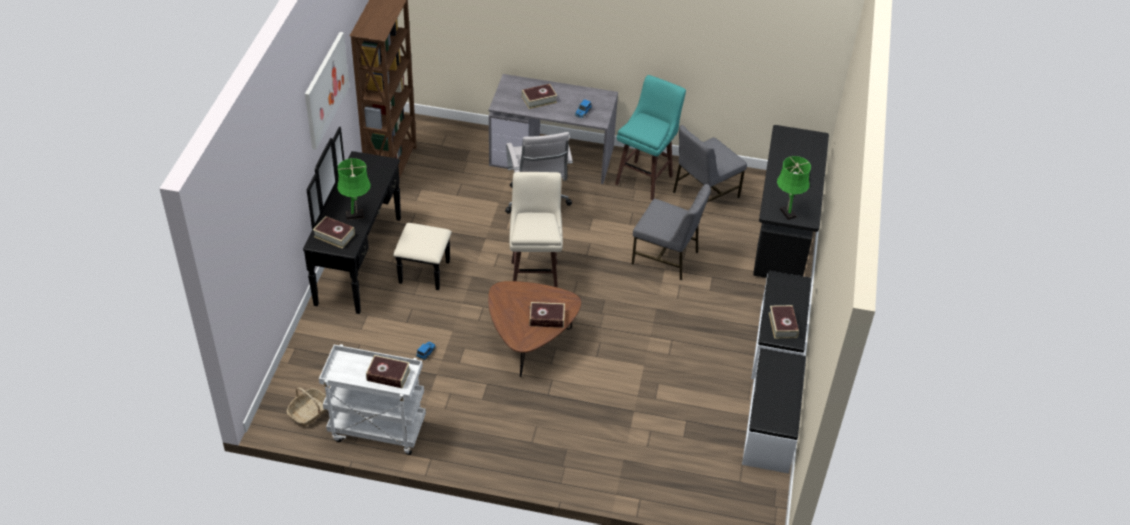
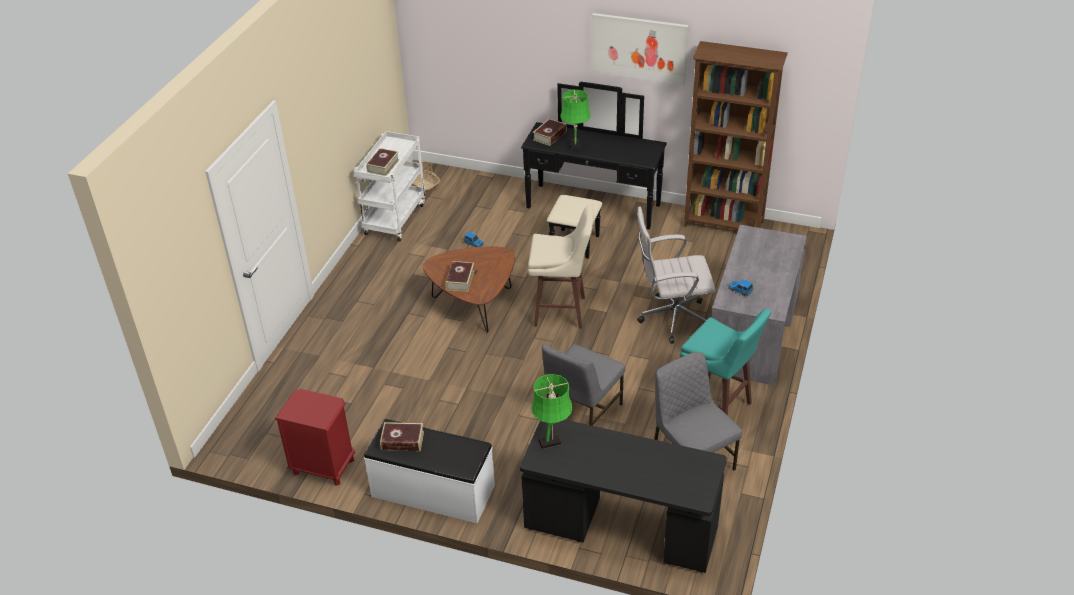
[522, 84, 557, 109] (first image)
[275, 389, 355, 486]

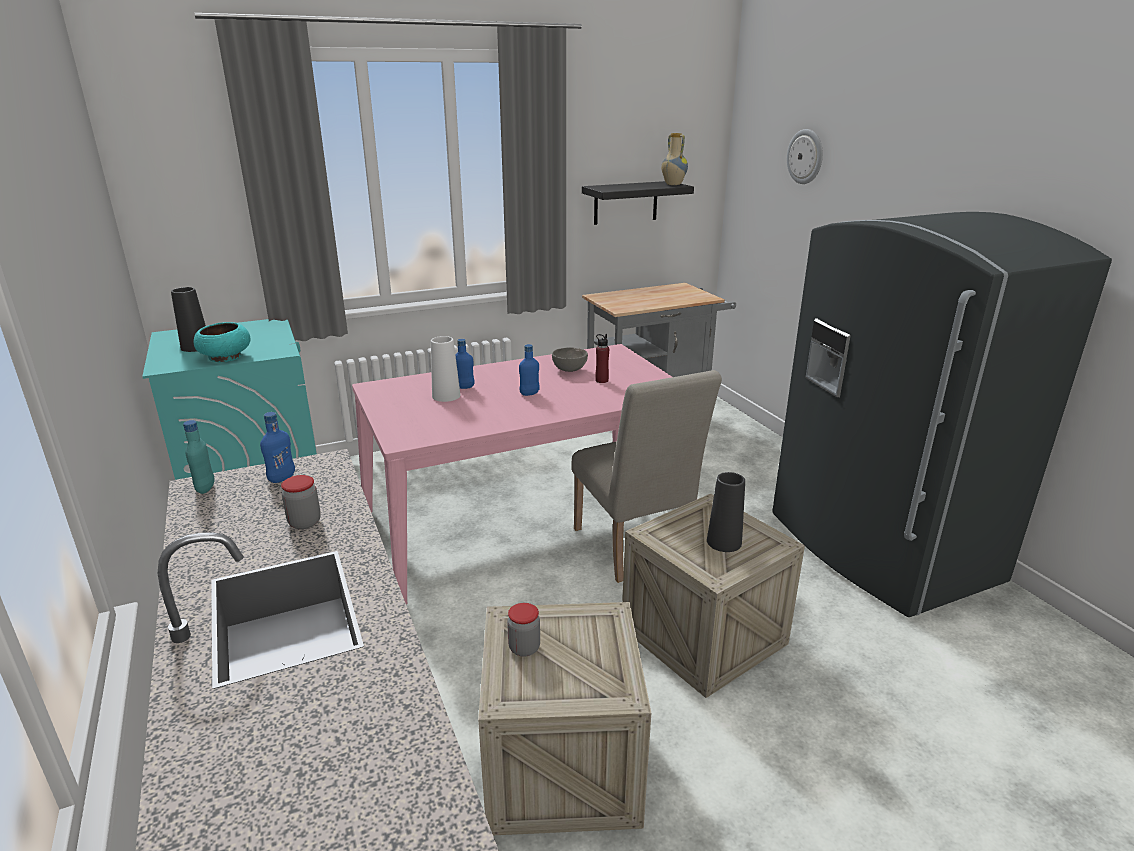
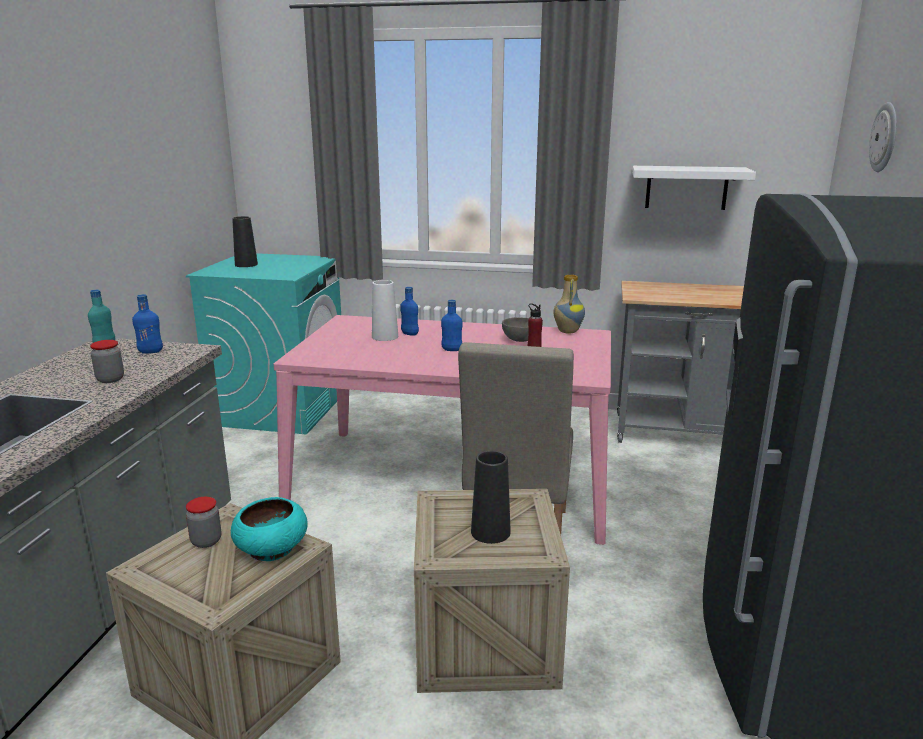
[553, 275, 585, 334]
[632, 166, 756, 210]
[231, 497, 308, 561]

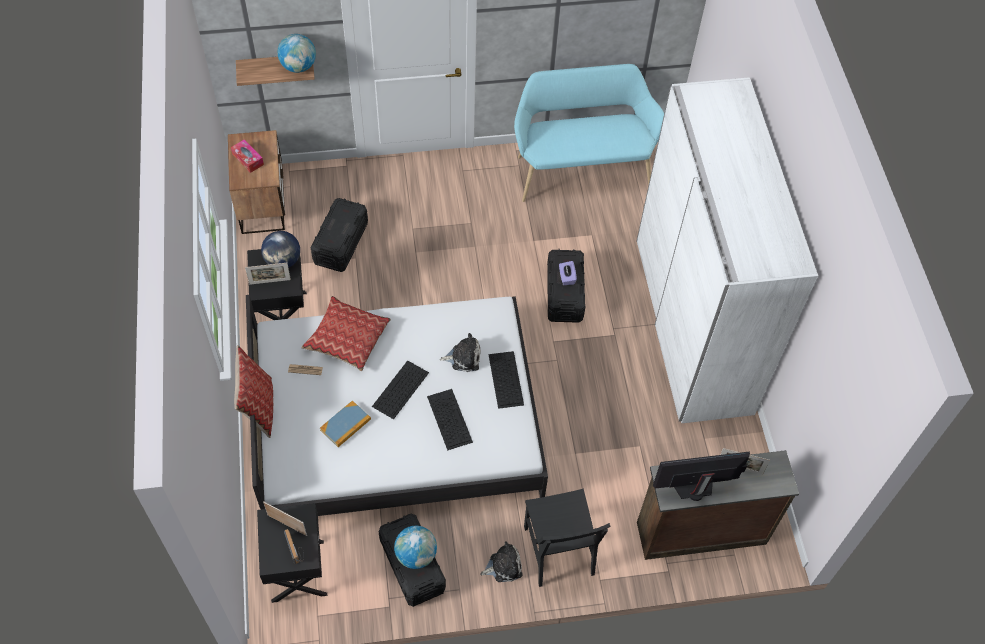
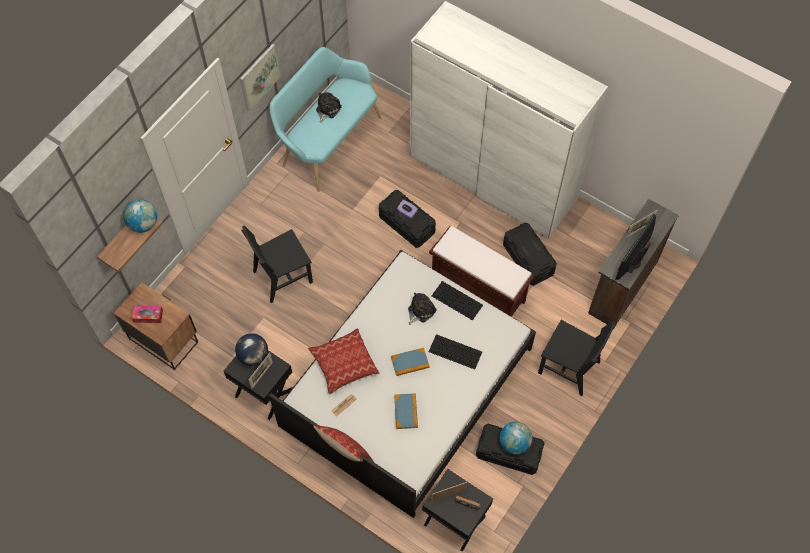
[503, 223, 557, 285]
[391, 348, 430, 376]
[316, 92, 342, 123]
[240, 44, 280, 111]
[241, 226, 313, 303]
[429, 226, 534, 317]

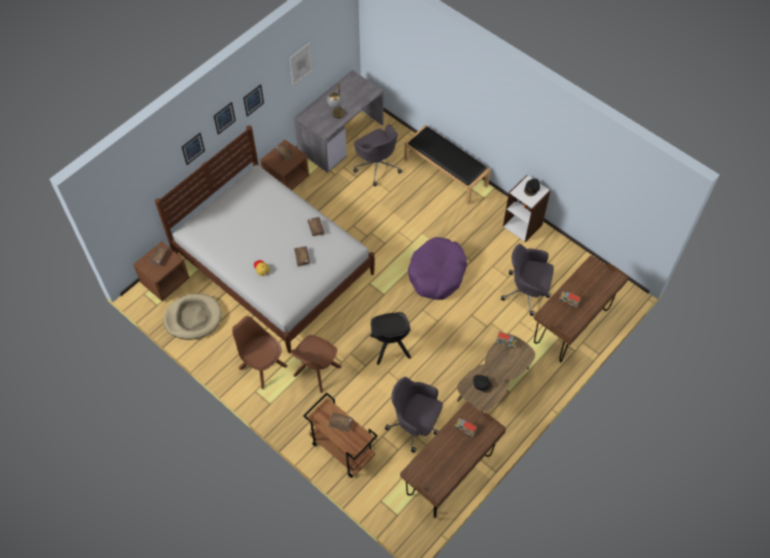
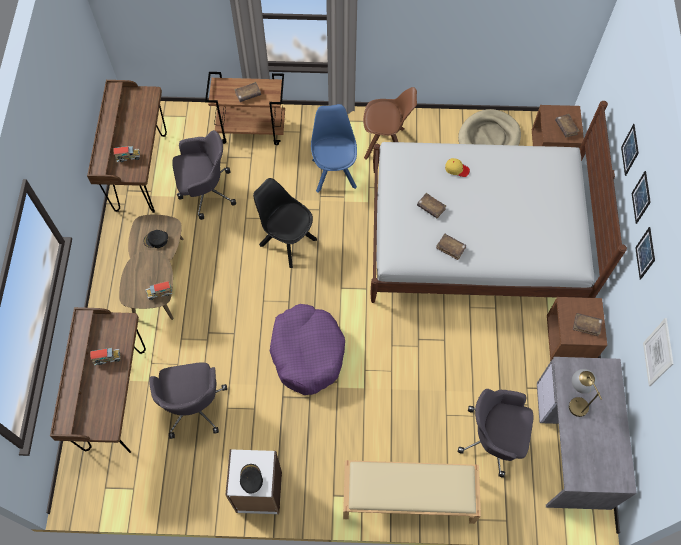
[343, 460, 481, 524]
[149, 362, 227, 439]
[311, 104, 357, 193]

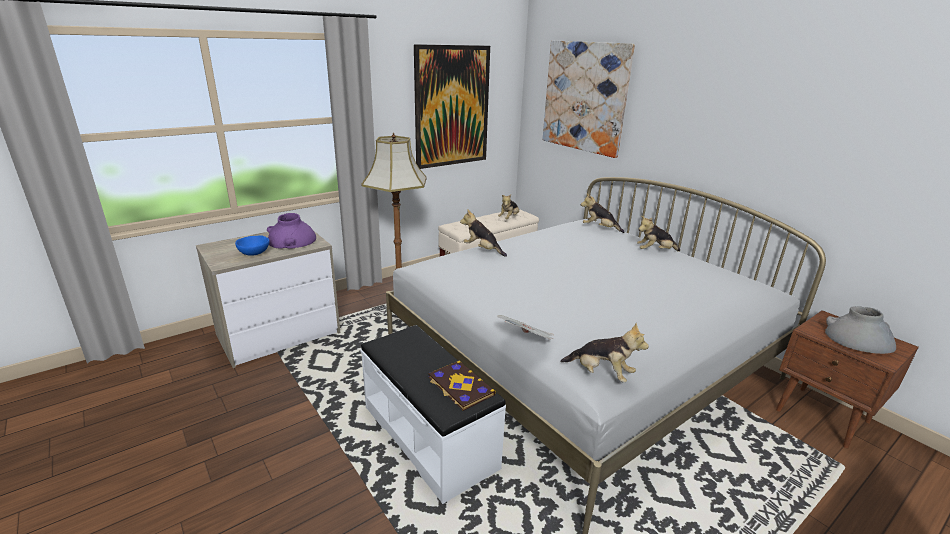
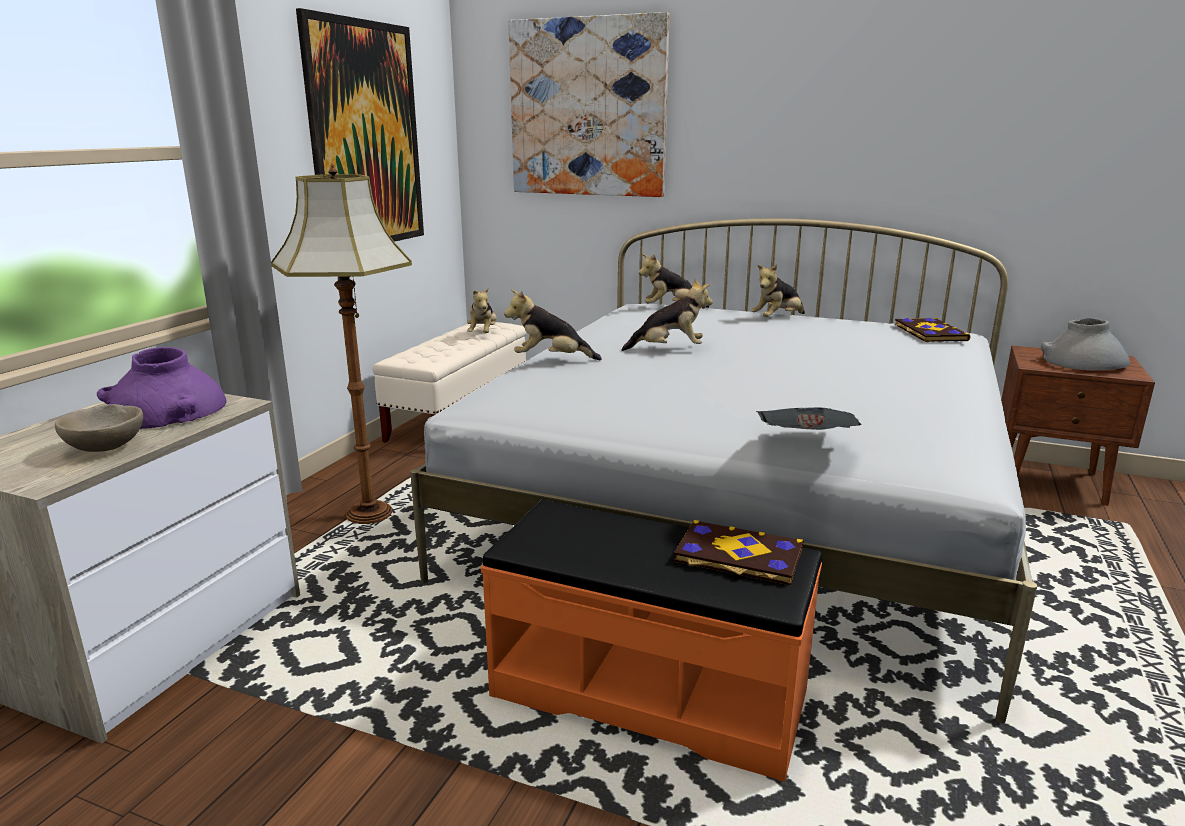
[55, 404, 143, 452]
[621, 279, 713, 351]
[481, 499, 822, 782]
[895, 318, 971, 342]

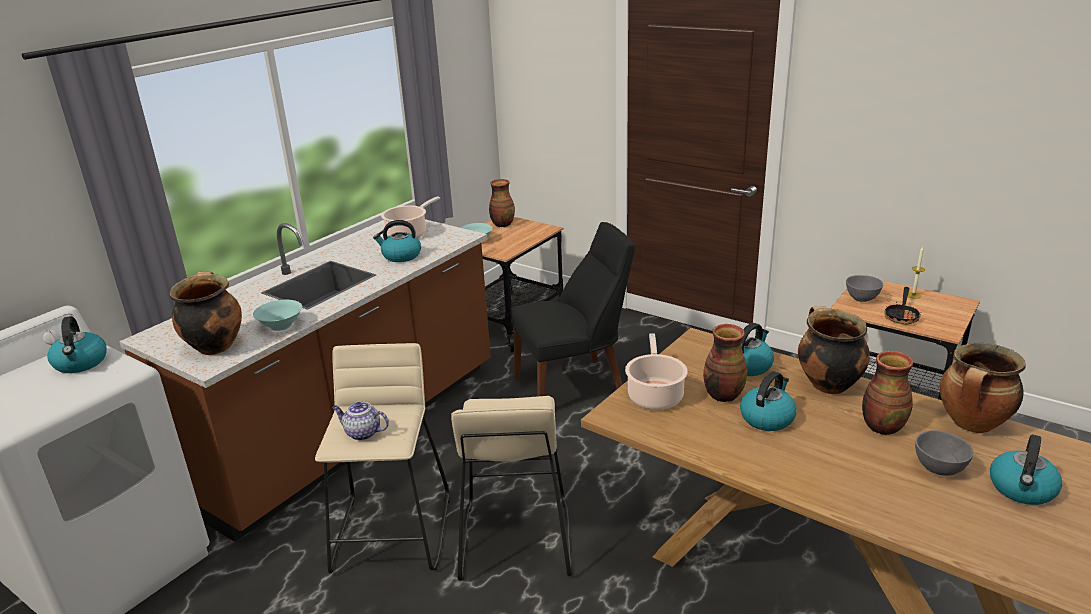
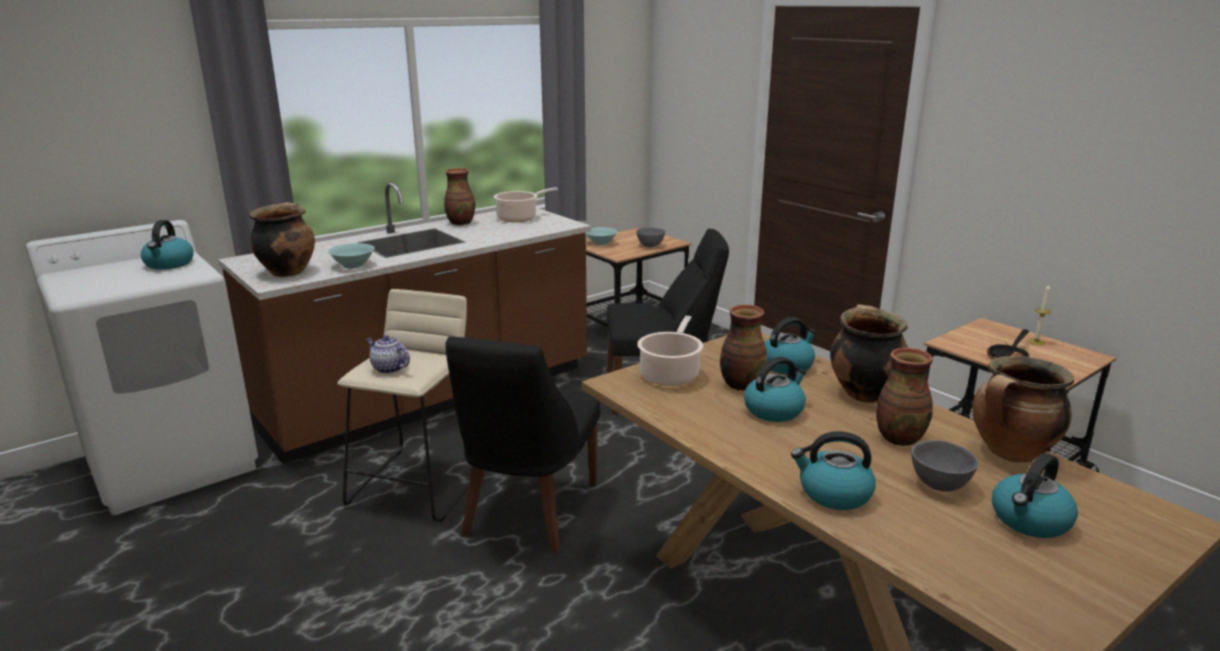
[444, 168, 475, 225]
[791, 431, 876, 510]
[636, 227, 665, 247]
[446, 337, 600, 552]

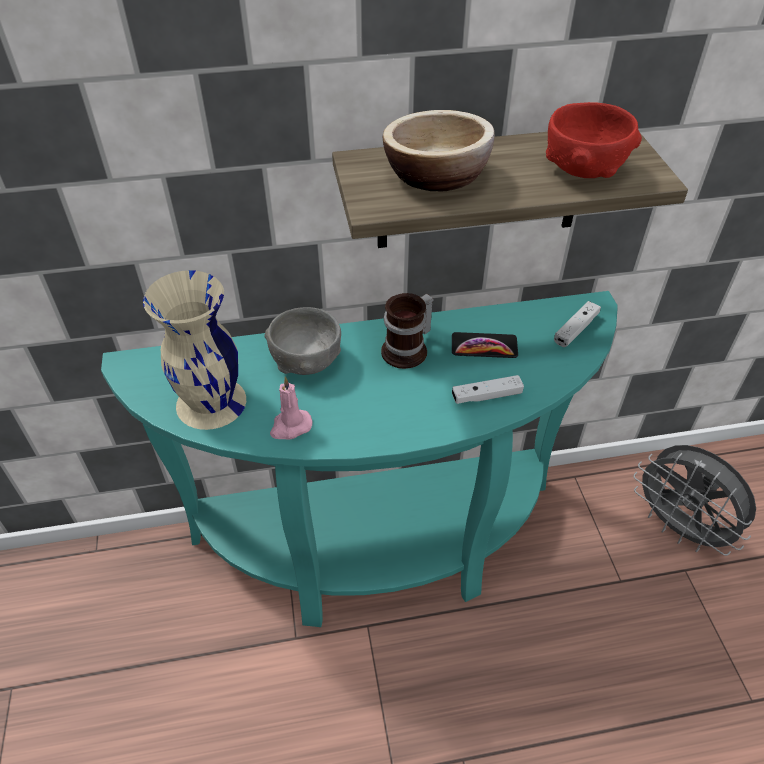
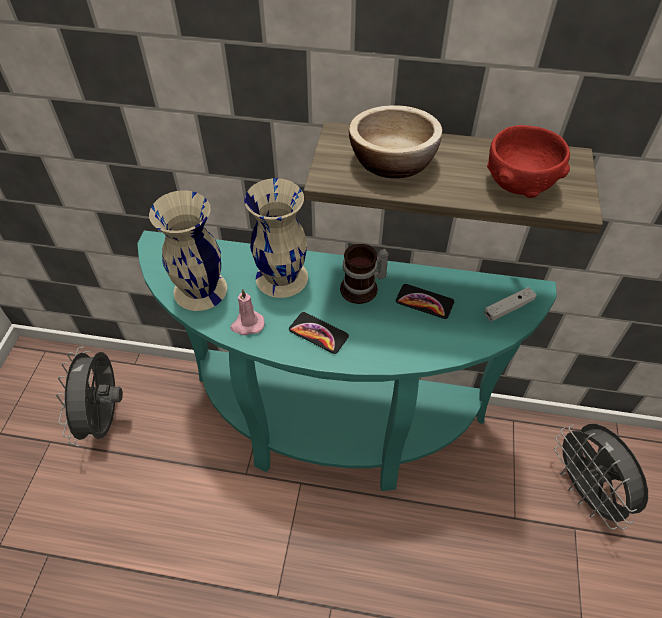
[244, 178, 308, 298]
[452, 375, 524, 404] (first image)
[289, 312, 349, 354]
[56, 347, 123, 446]

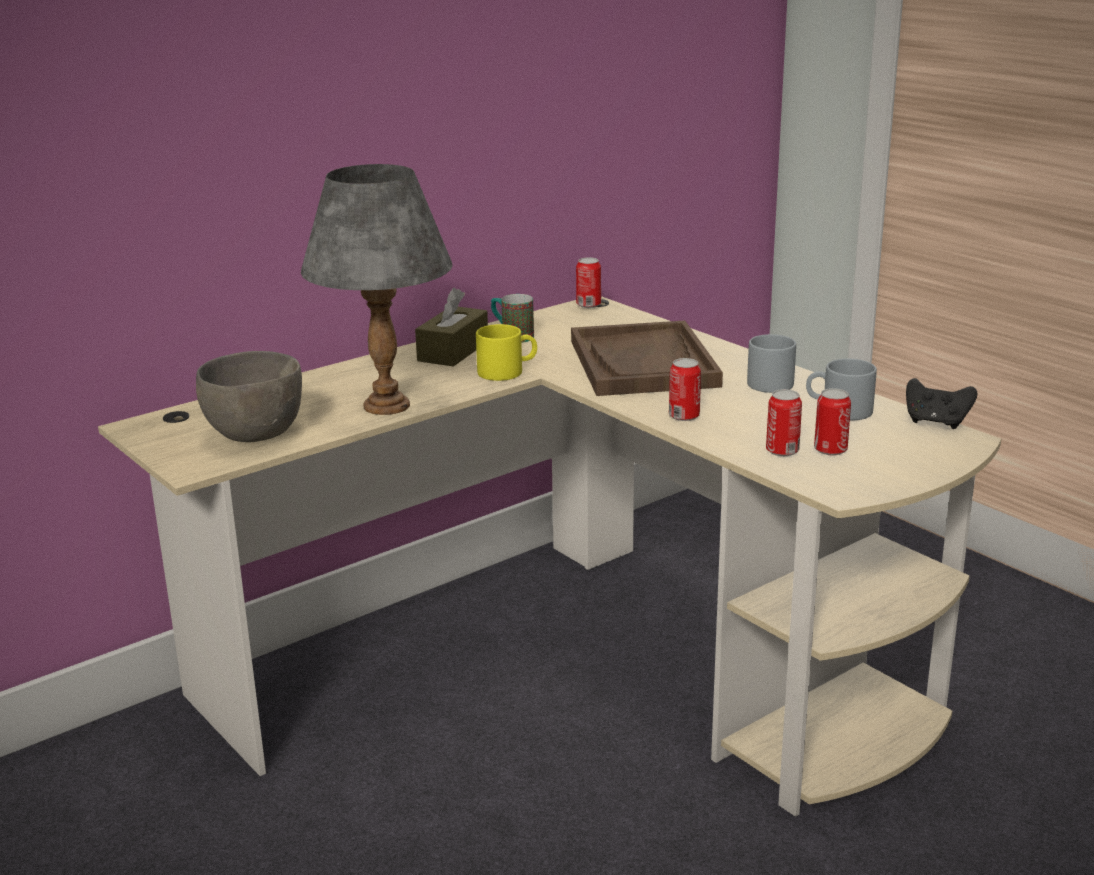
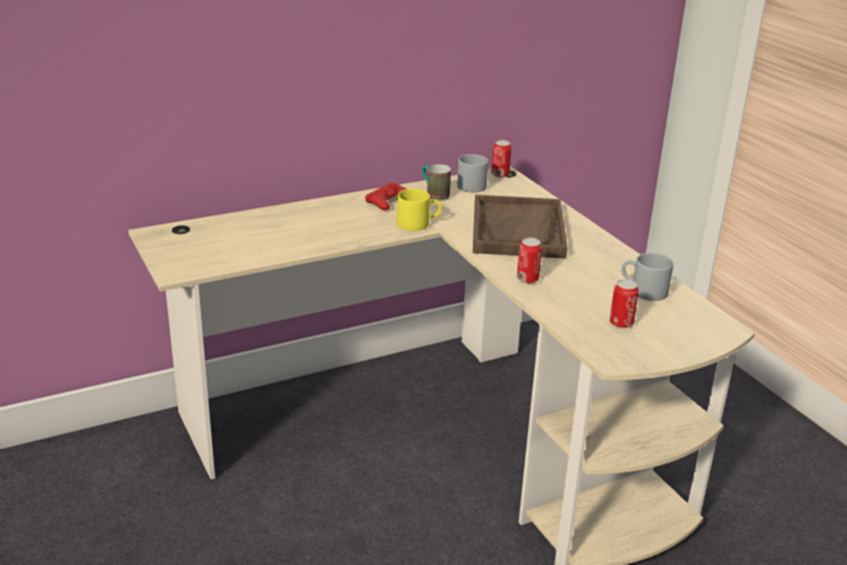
[301, 164, 453, 415] (first image)
[365, 183, 406, 210]
[457, 154, 488, 192]
[196, 351, 302, 442] (first image)
[906, 378, 977, 429] (first image)
[766, 389, 802, 456] (first image)

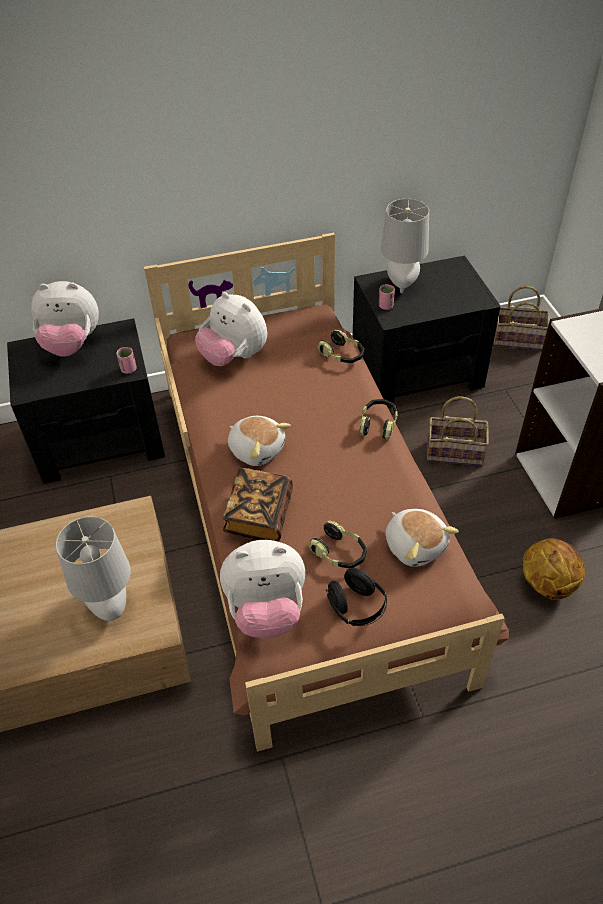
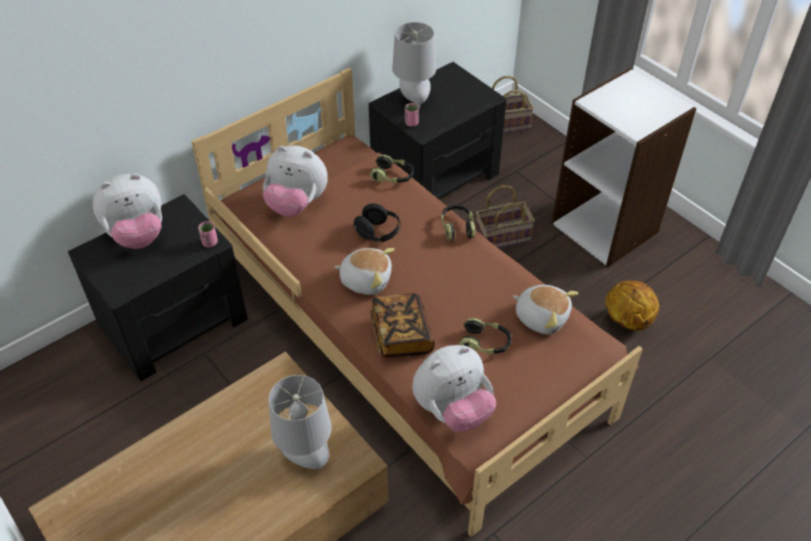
[353, 203, 401, 242]

